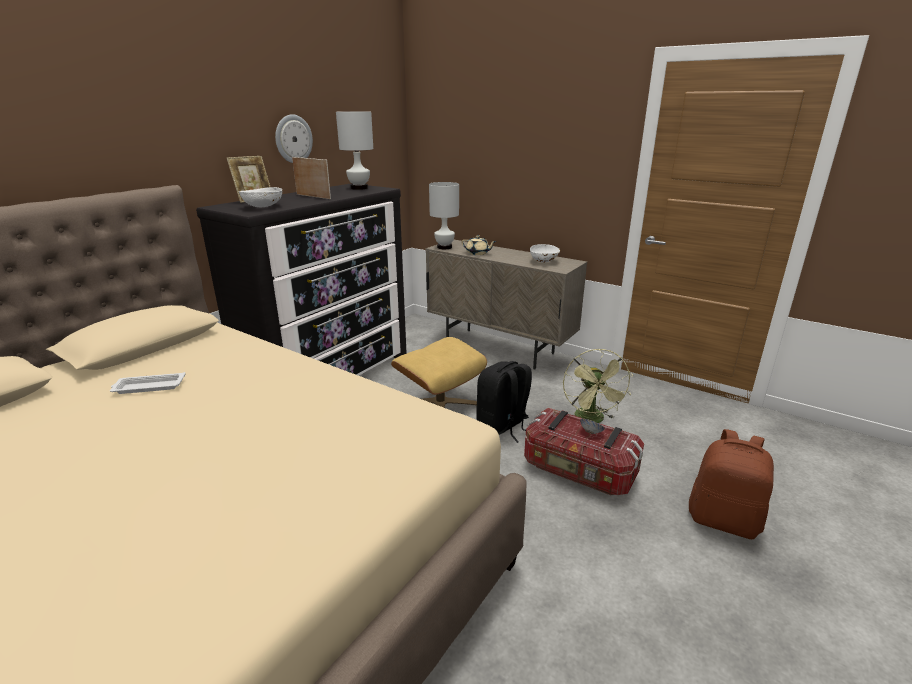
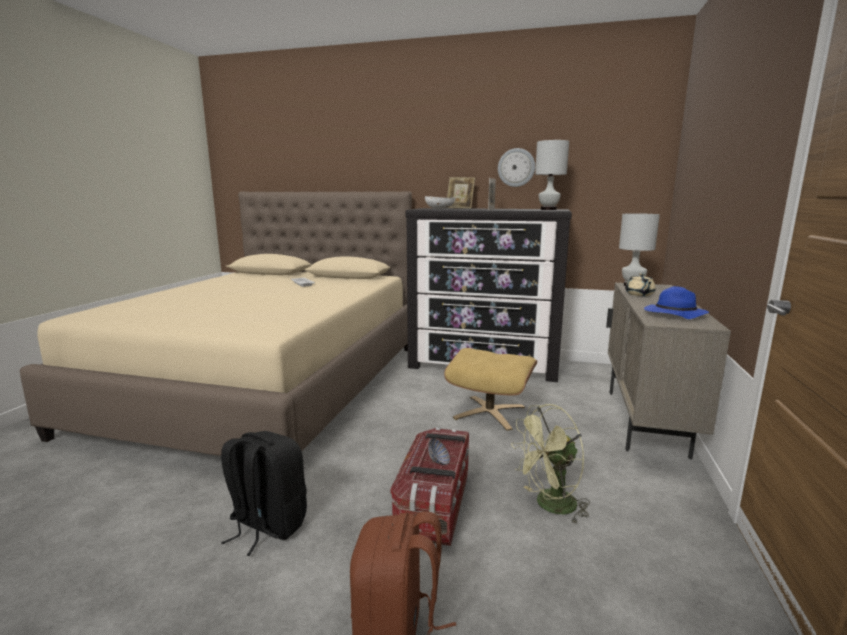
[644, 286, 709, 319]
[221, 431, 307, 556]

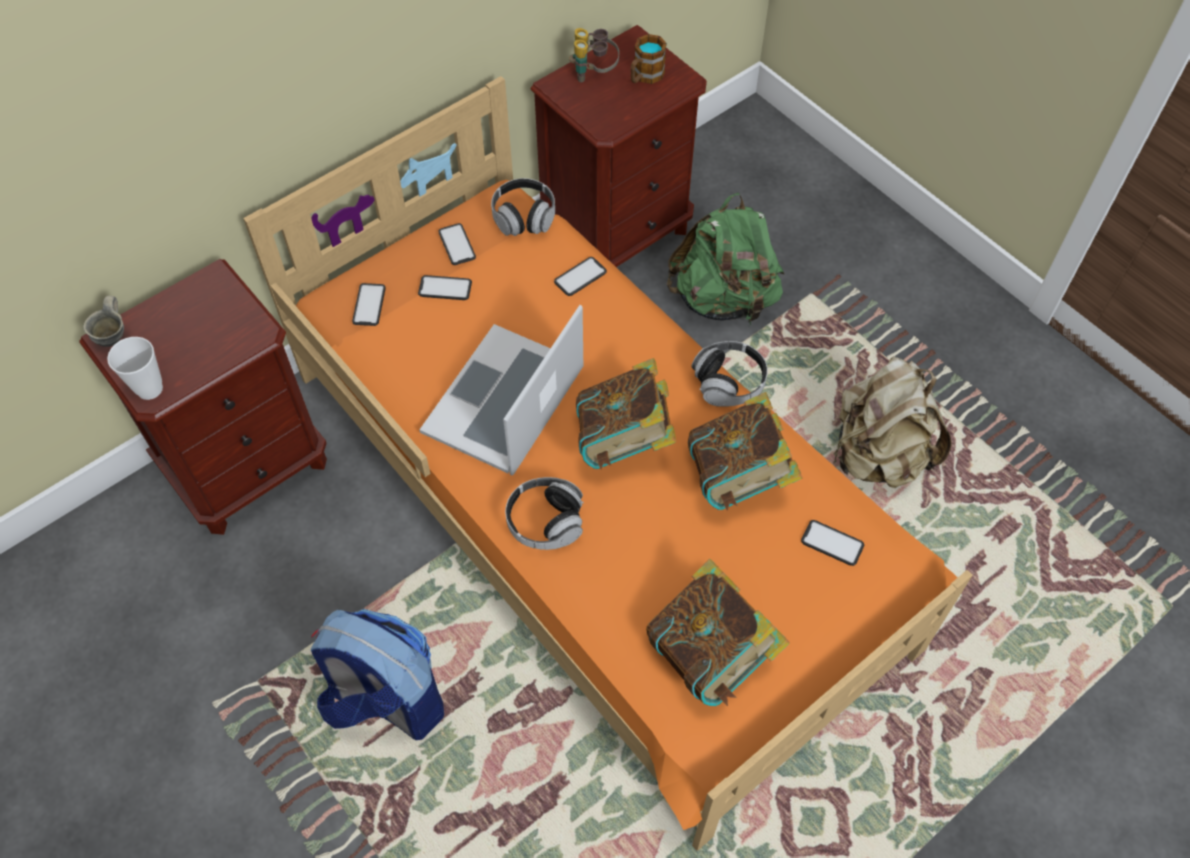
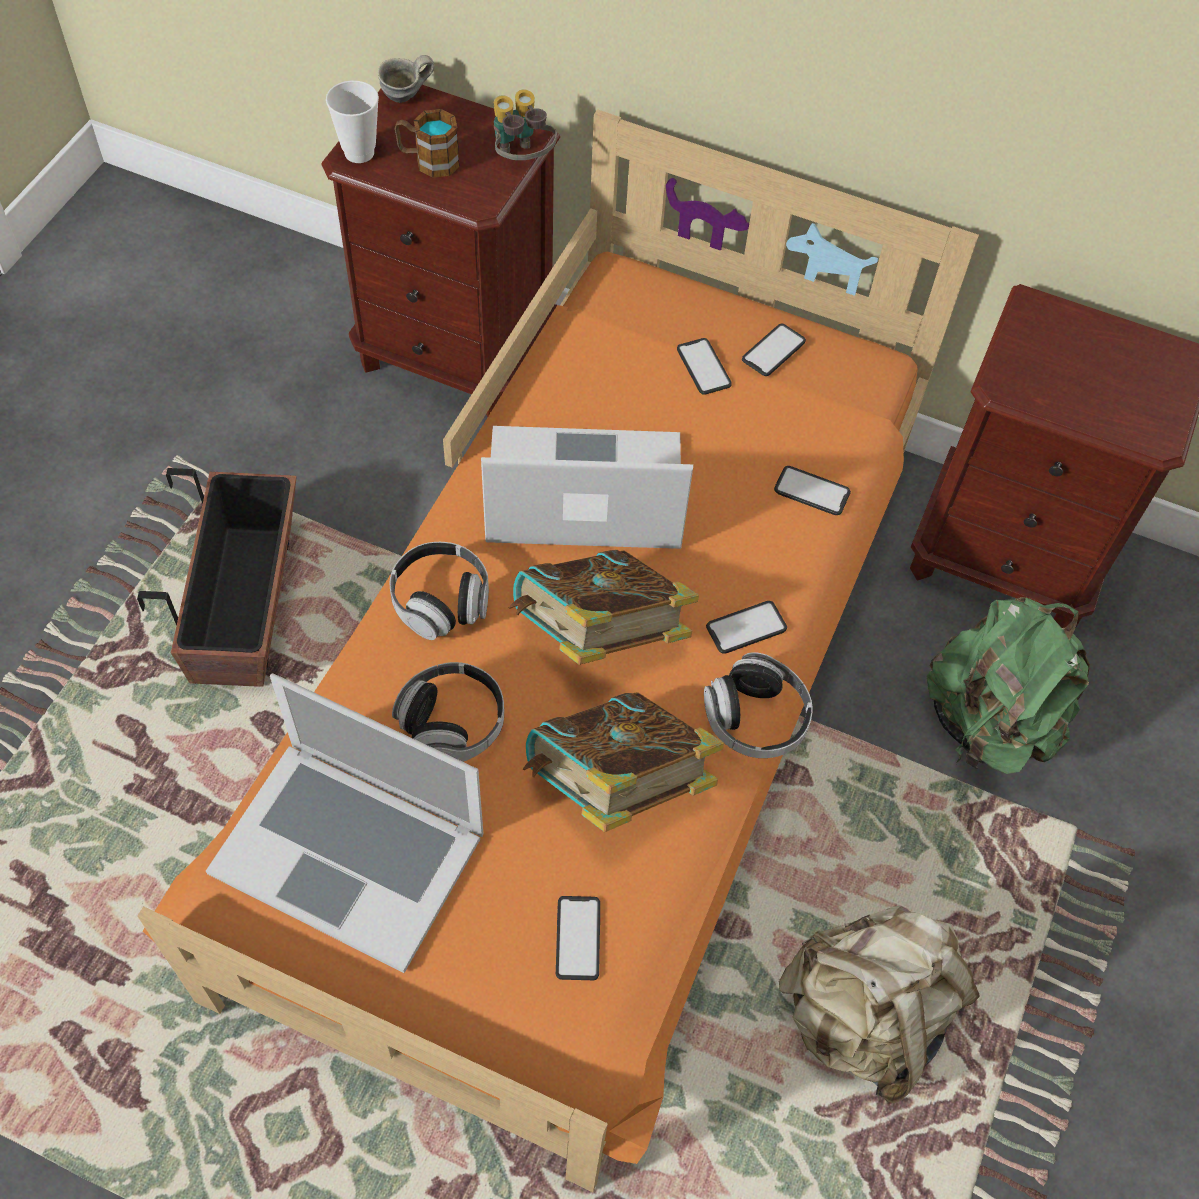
[494, 89, 557, 160]
[395, 109, 460, 178]
[392, 662, 504, 762]
[706, 601, 787, 654]
[206, 673, 483, 973]
[137, 468, 296, 687]

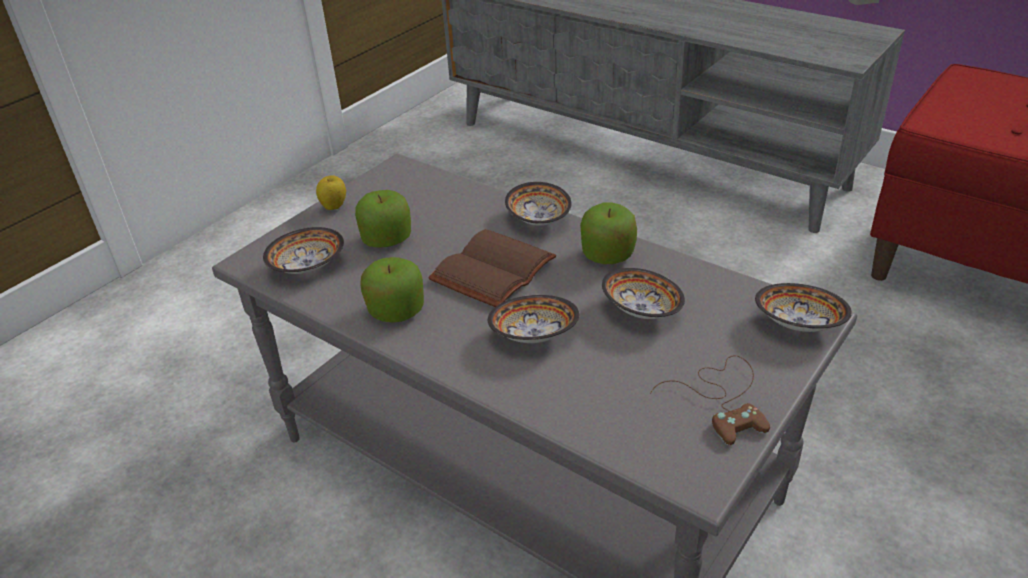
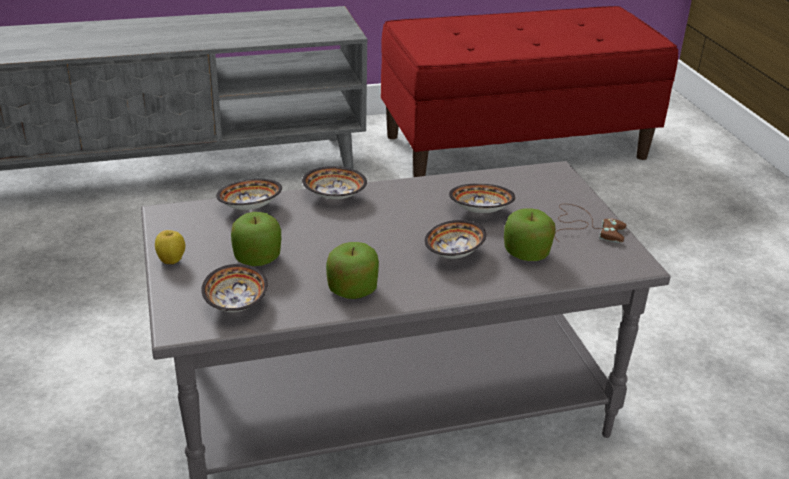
[504, 208, 556, 261]
[428, 229, 556, 307] (first image)
[216, 179, 282, 210]

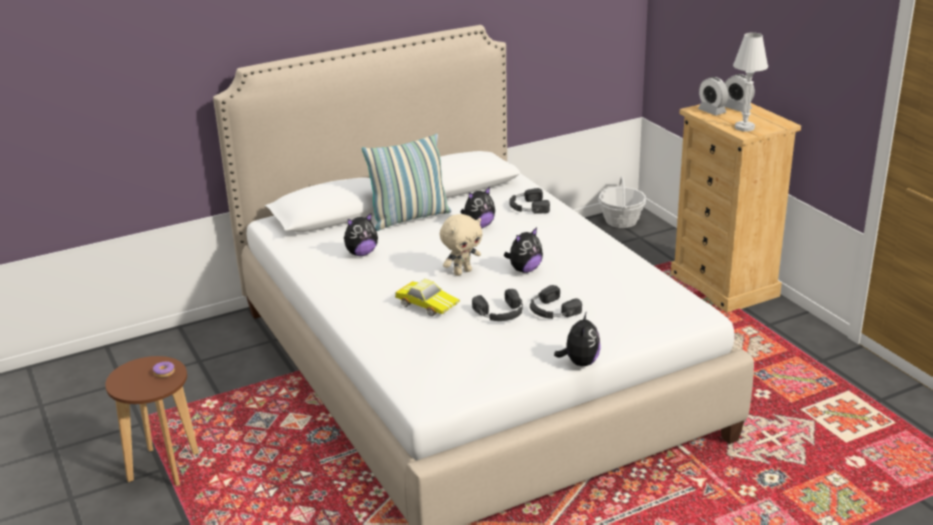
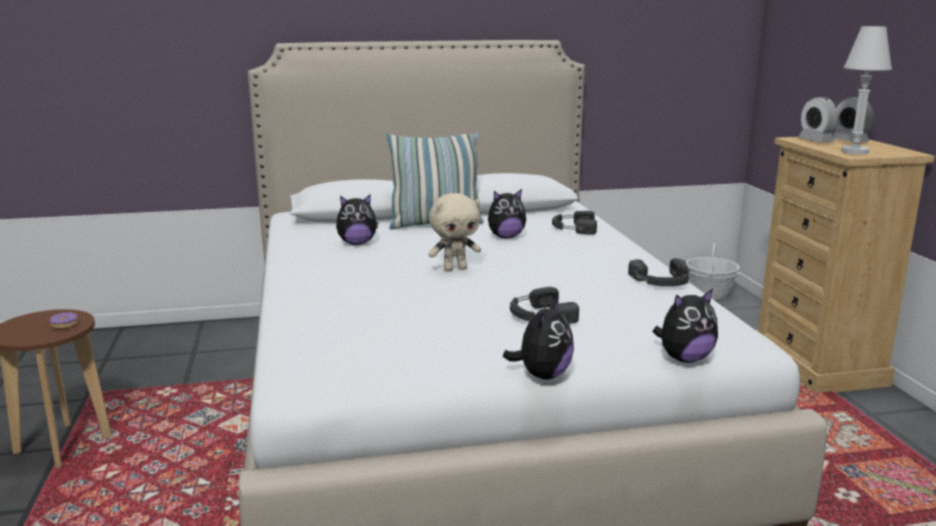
[653, 289, 718, 363]
[395, 279, 460, 316] (first image)
[628, 258, 691, 287]

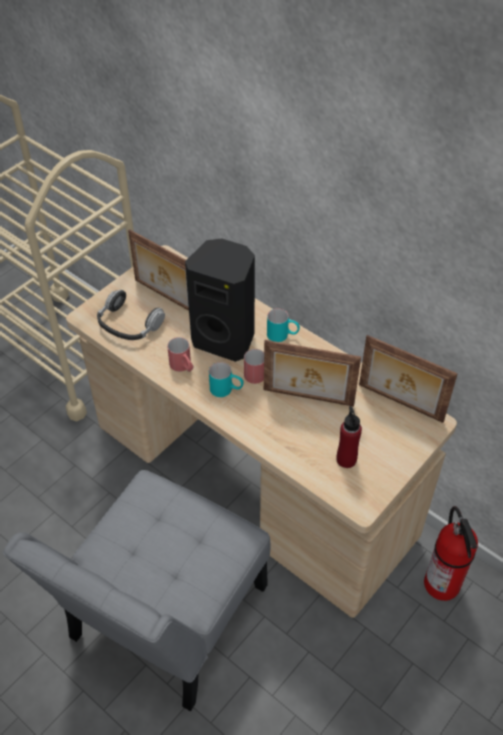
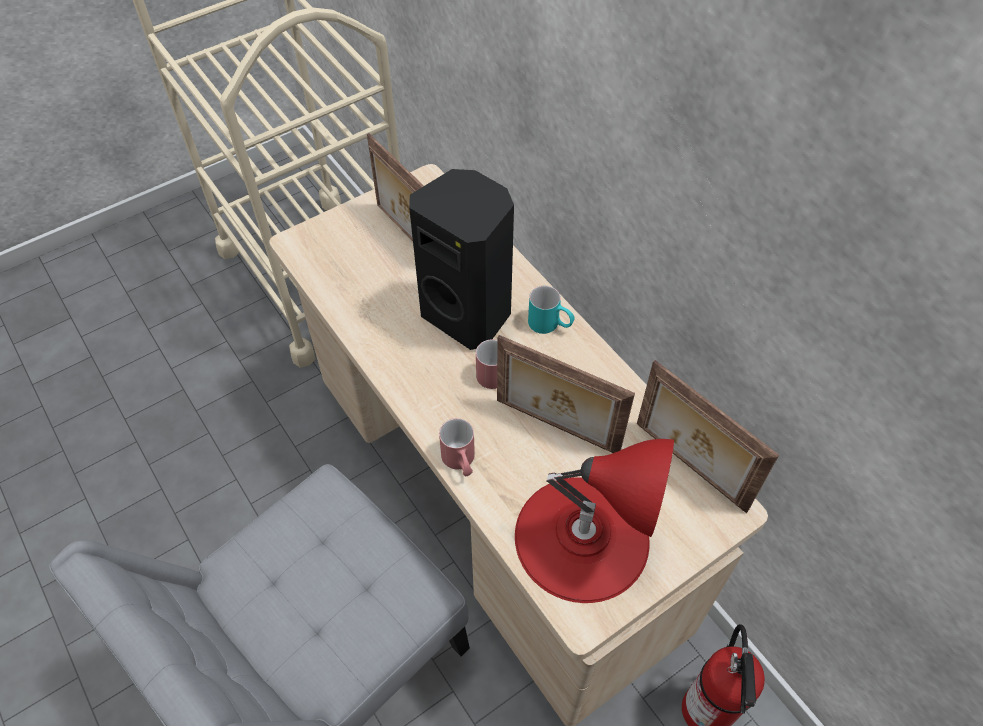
[97, 290, 165, 340] (first image)
[439, 418, 475, 476]
[209, 362, 244, 397] (first image)
[515, 439, 674, 603]

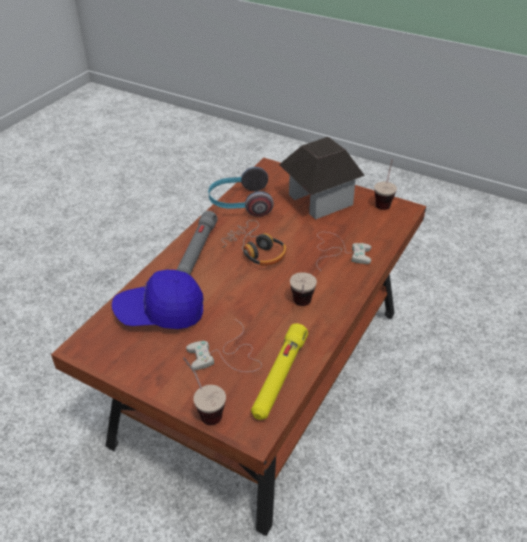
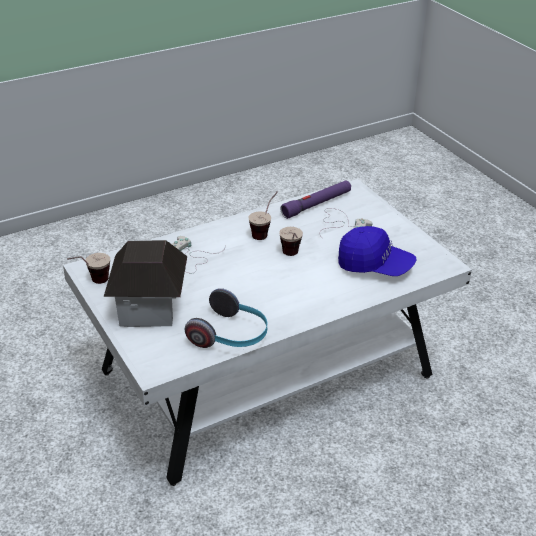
[63, 179, 472, 486]
[177, 211, 218, 275] (first image)
[220, 220, 287, 266] (first image)
[280, 180, 351, 219]
[279, 227, 303, 256]

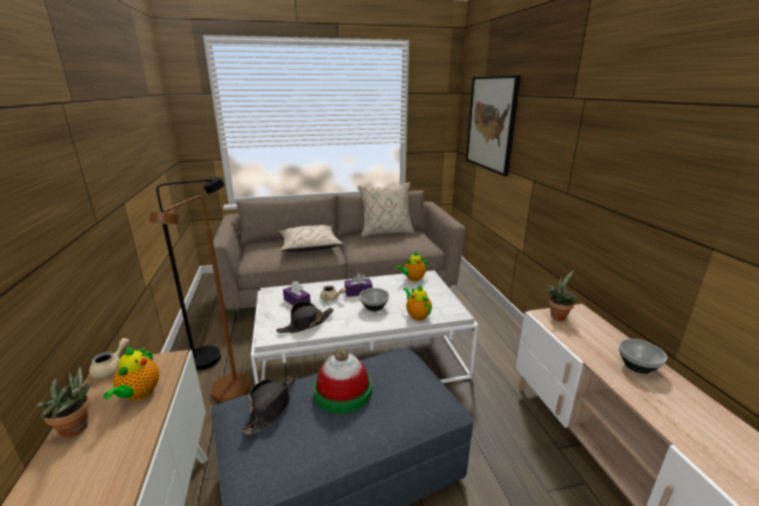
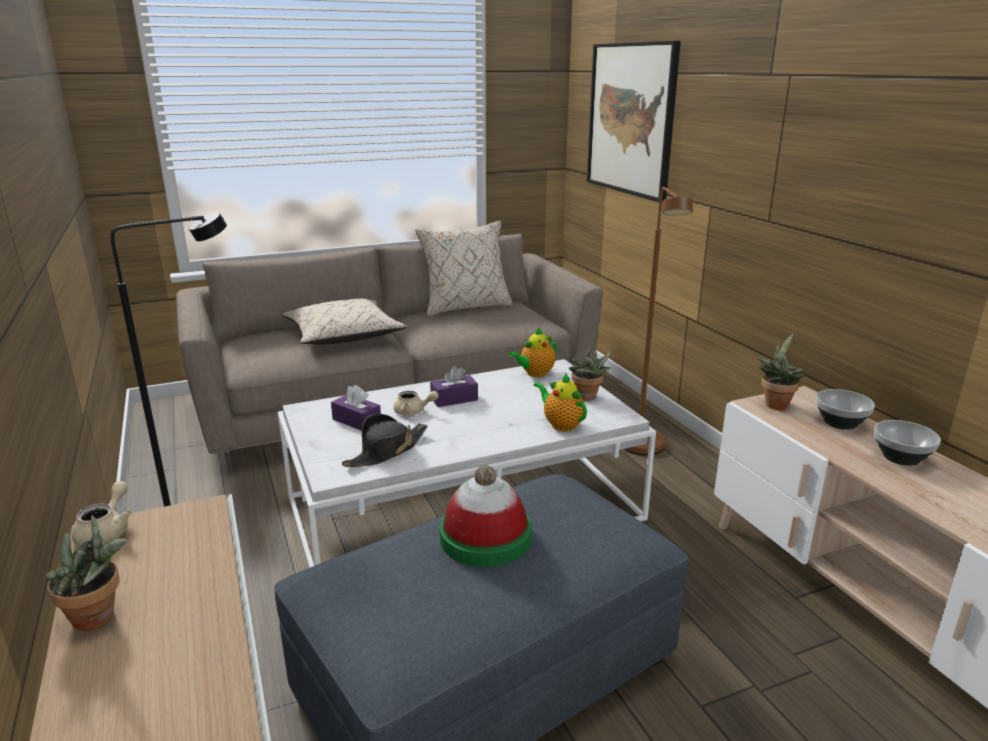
[624, 187, 693, 456]
[816, 389, 875, 430]
[104, 347, 159, 401] (first image)
[241, 376, 295, 435] (first image)
[569, 347, 612, 400]

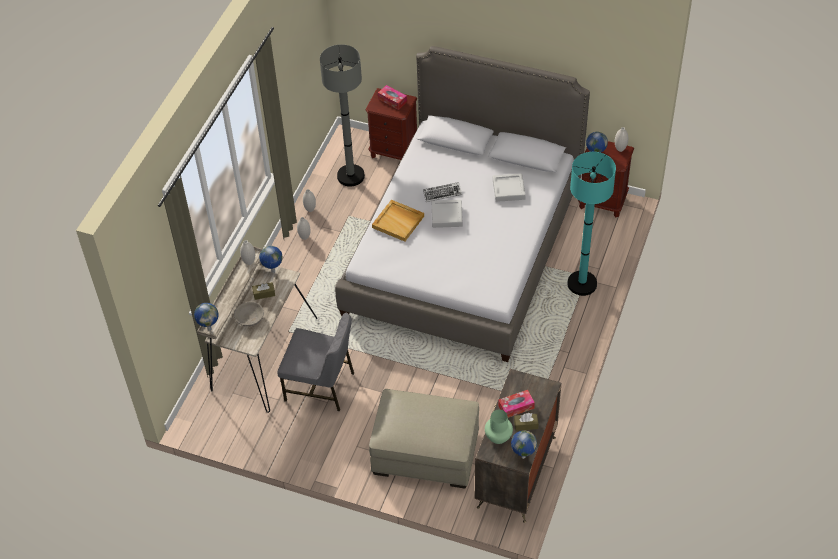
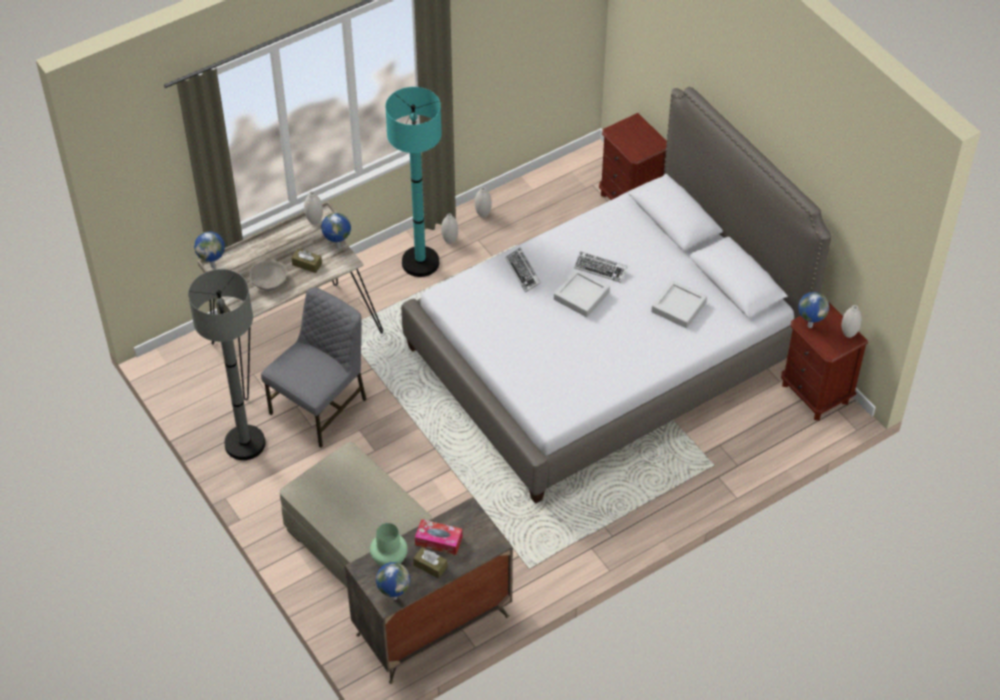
[188, 269, 266, 460]
[378, 85, 407, 110] (first image)
[385, 87, 442, 277]
[505, 248, 541, 292]
[261, 287, 367, 448]

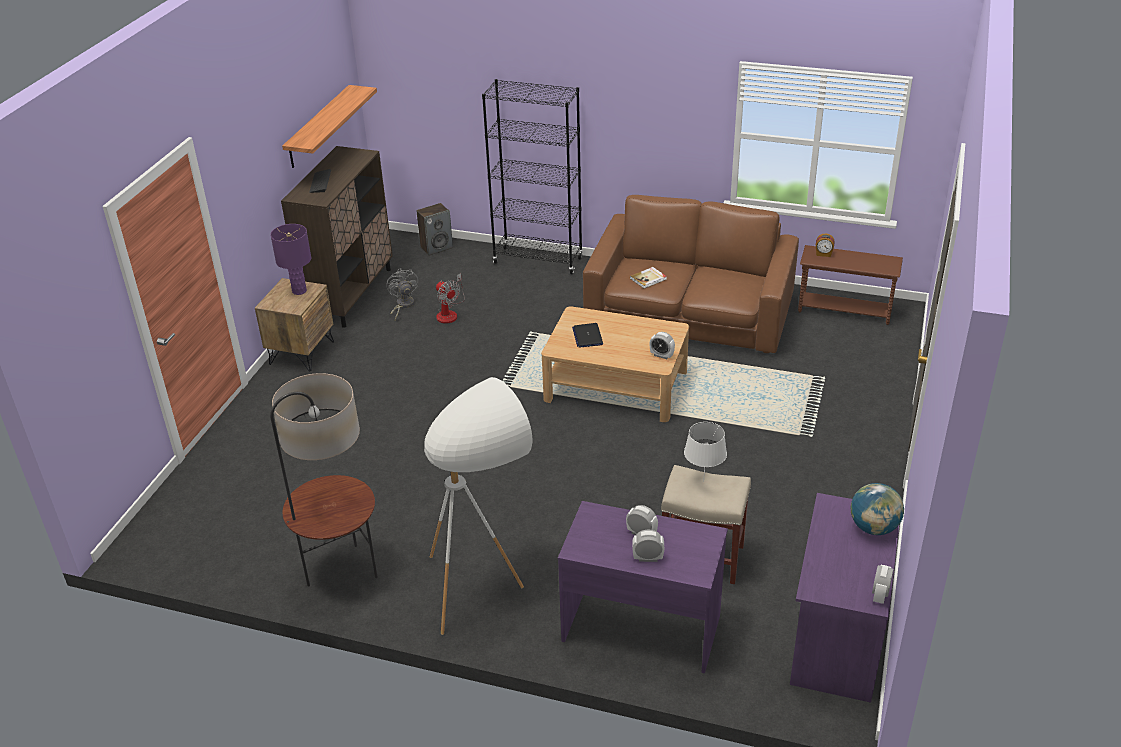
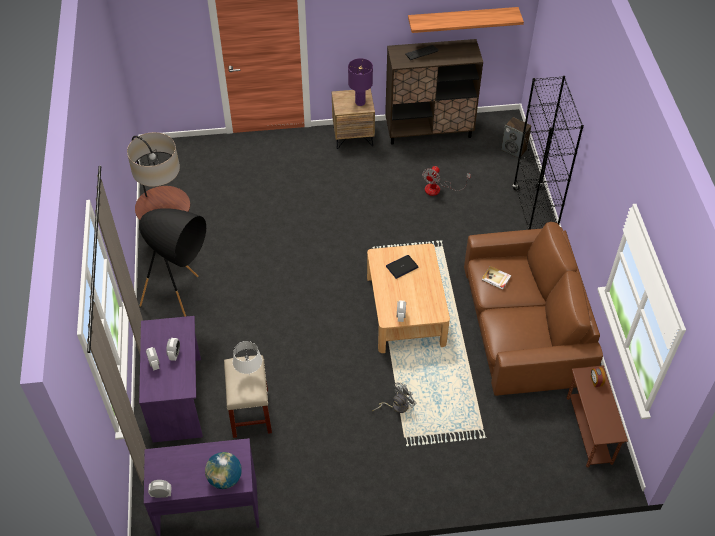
[372, 382, 417, 413]
[139, 208, 206, 317]

